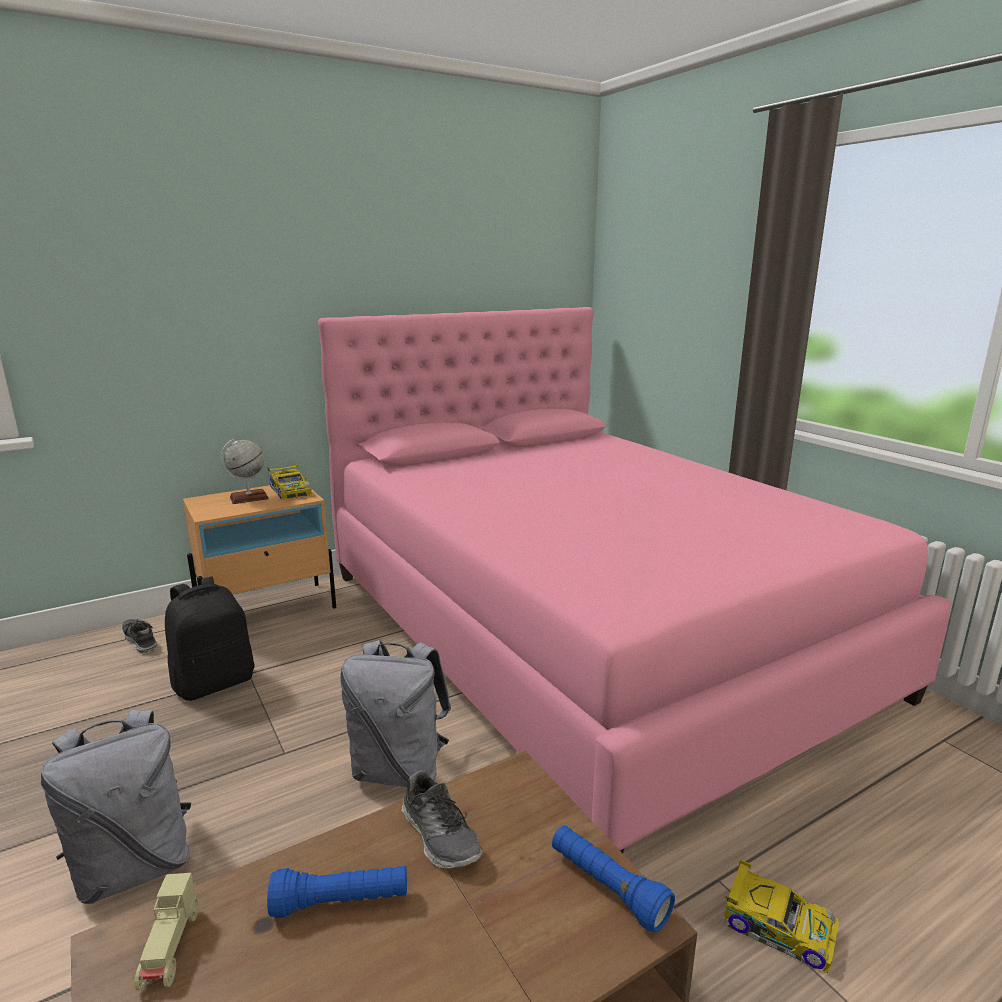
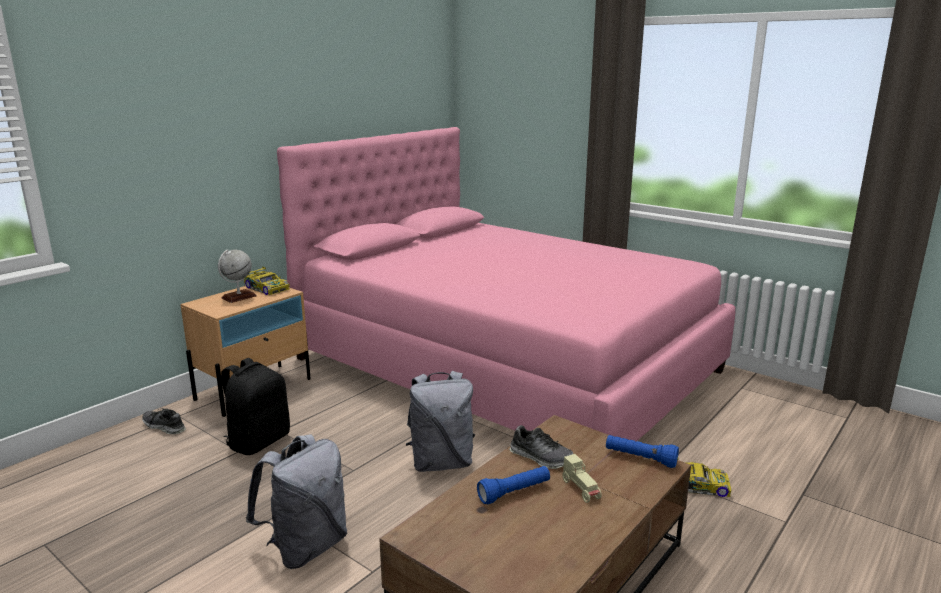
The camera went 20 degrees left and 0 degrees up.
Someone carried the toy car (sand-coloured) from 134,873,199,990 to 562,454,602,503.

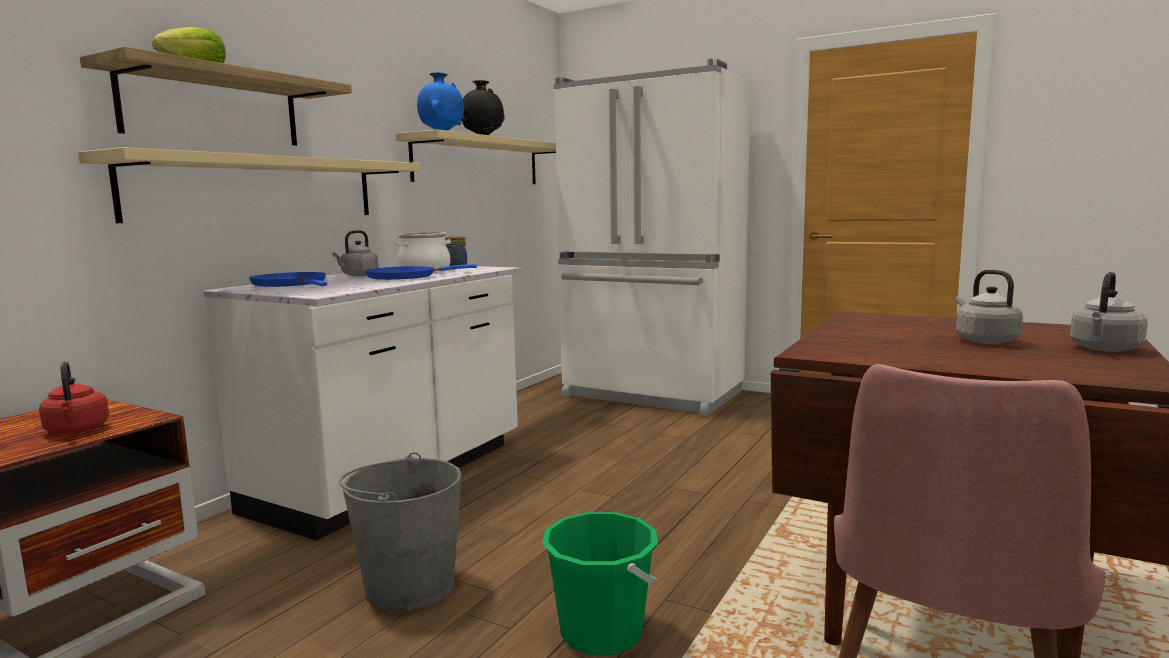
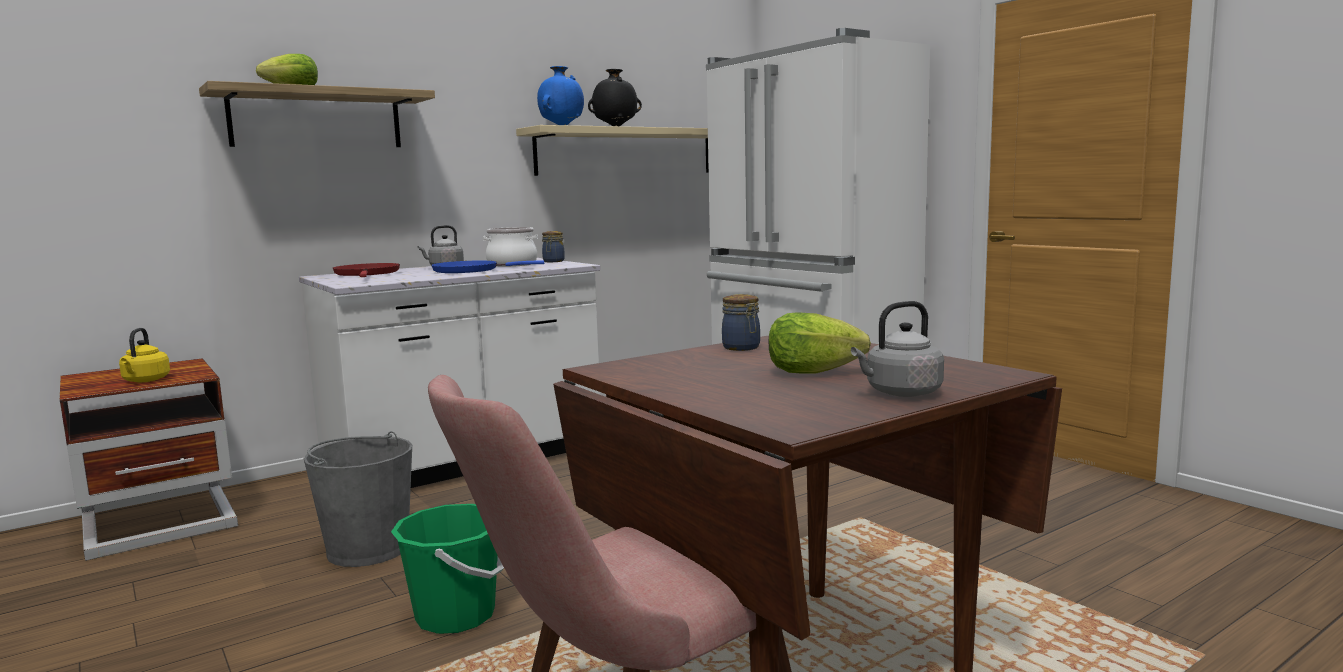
The camera went 25 degrees right and 0 degrees up.
Someone repainted the kettle (reddish) at 39,362,109,434, which became the kettle (yellow) at 119,328,170,382.
Someone took away the wall shelf (sand-coloured) at 78,147,421,223.
Someone repainted the skillet (blue-coloured) at 249,272,327,287, which became the skillet (reddish) at 333,263,400,277.
Someone swapped the kettle (gray) at 955,270,1023,344 for the lettuce at 769,312,871,373.
Someone put down the jar at 722,294,760,351.

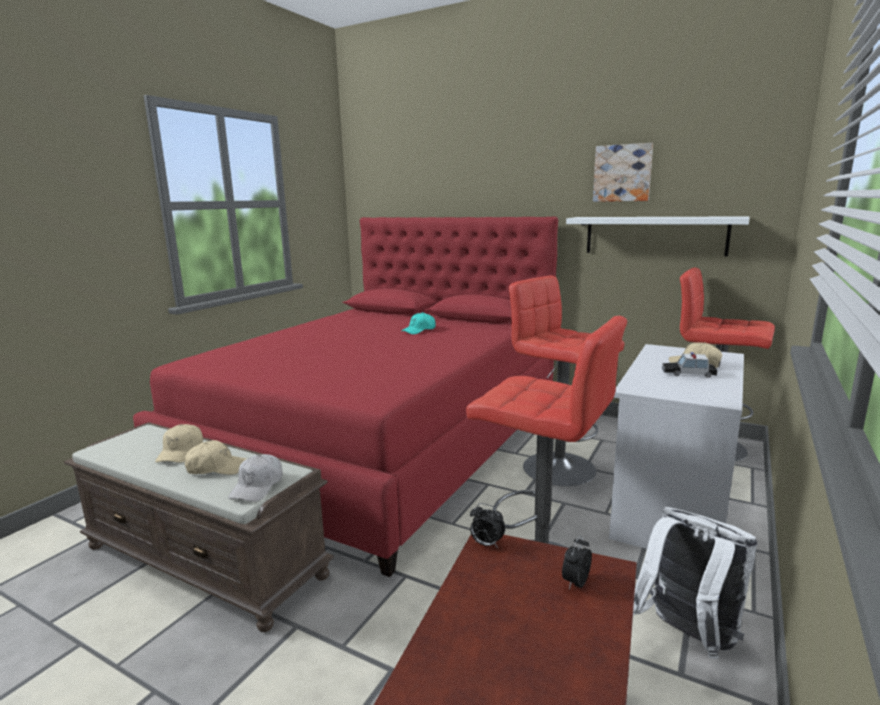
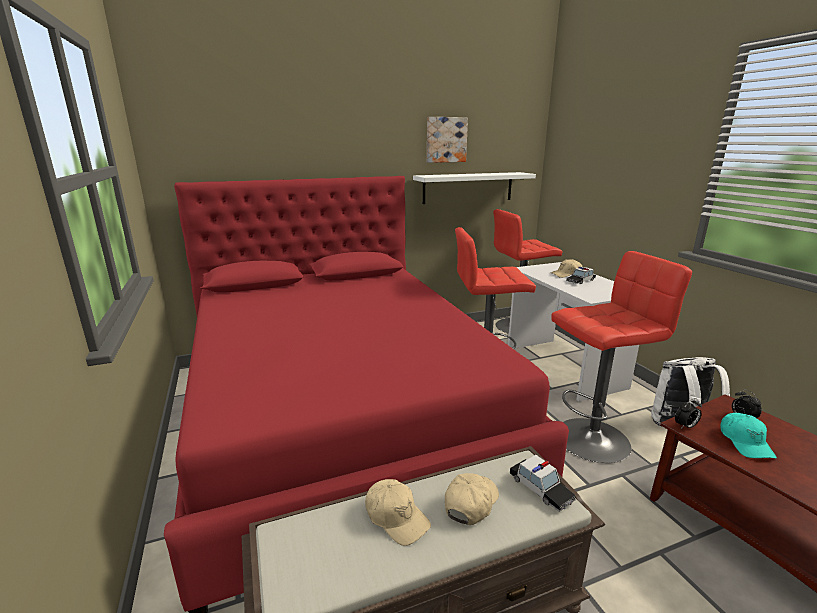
The camera went 50 degrees left and 5 degrees up.
Someone swapped the baseball cap (white) at 228,454,283,502 for the toy car at 510,455,576,512.
Someone carried the baseball cap (blue-green) from 401,312,436,334 to 720,413,777,459.

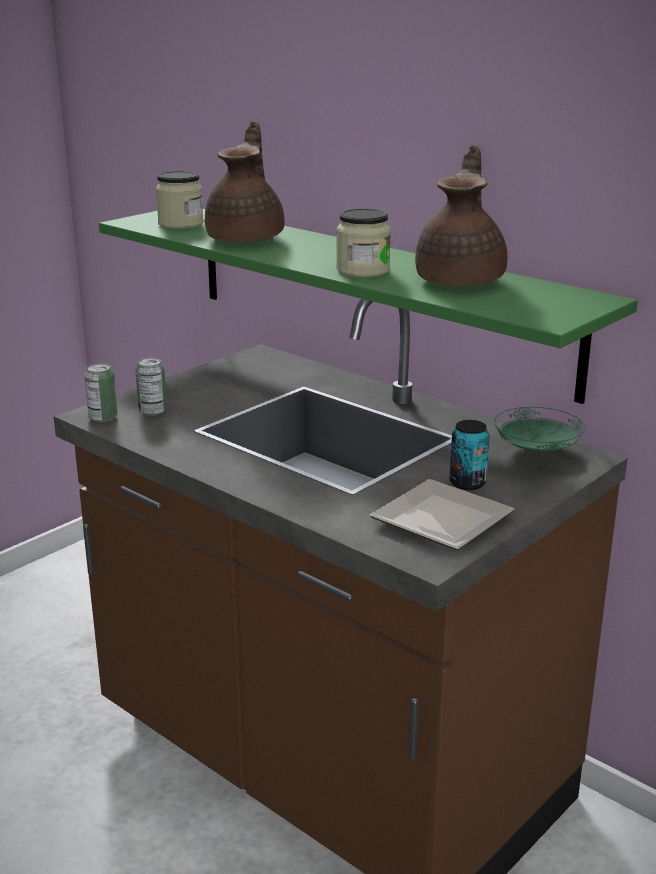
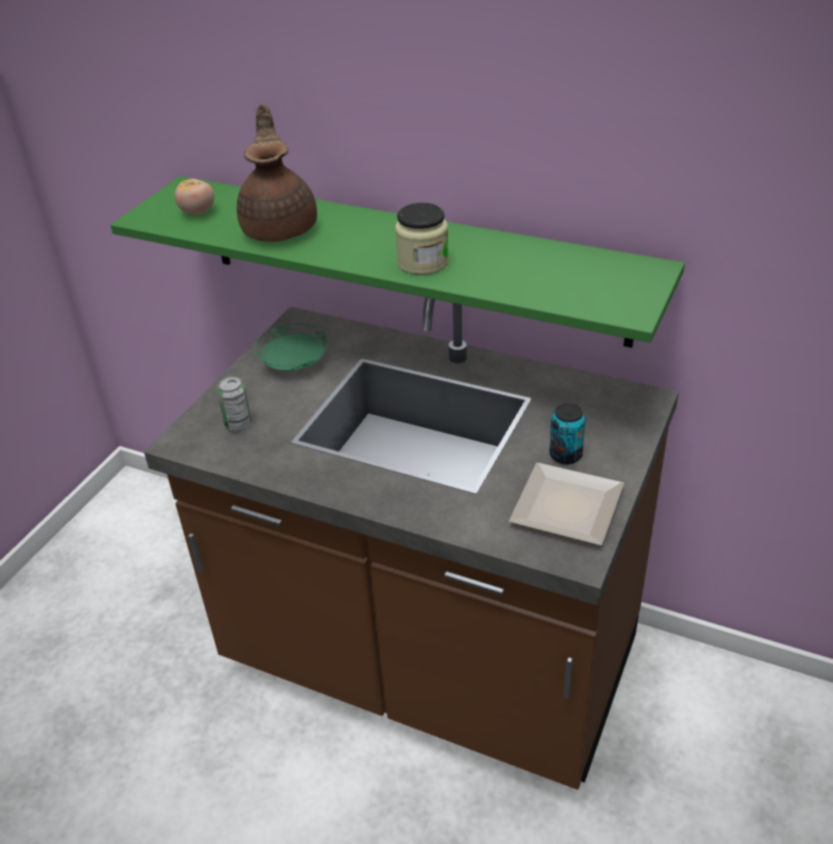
The camera went 15 degrees left and 15 degrees up.
Someone took away the sealed can at 84,363,117,422.
Someone swapped the jar at 156,171,204,229 for the whole tomato at 175,179,214,215.
Someone took away the teapot (brown) at 415,145,508,287.
Someone carried the dinner plate (green-coloured) from 494,407,585,452 to 254,324,329,371.

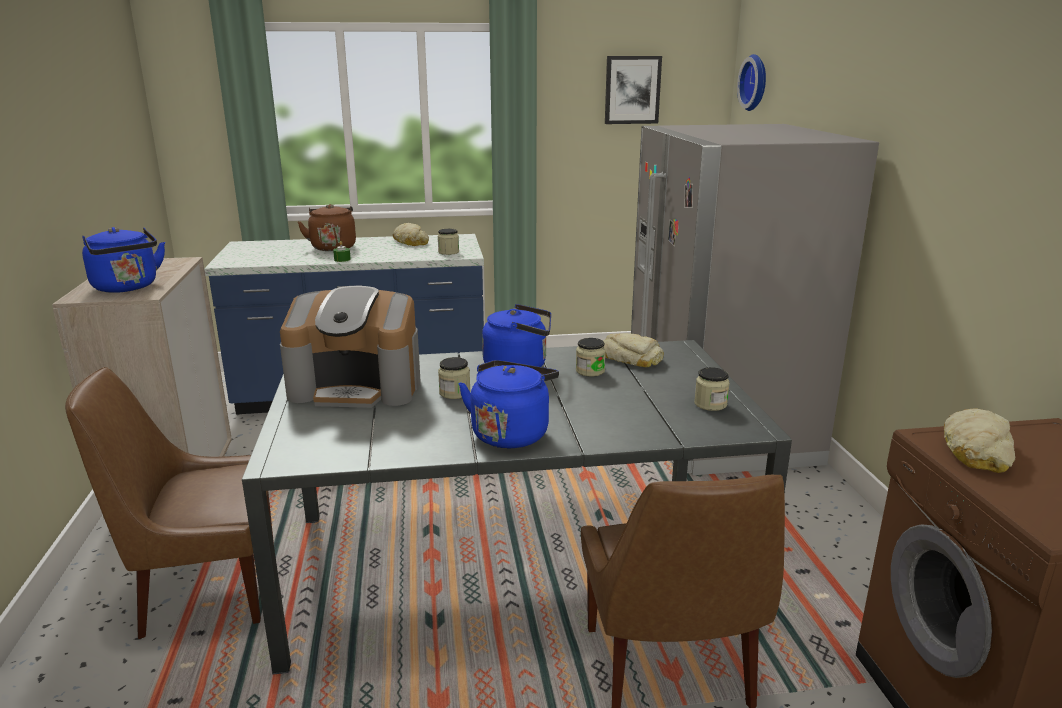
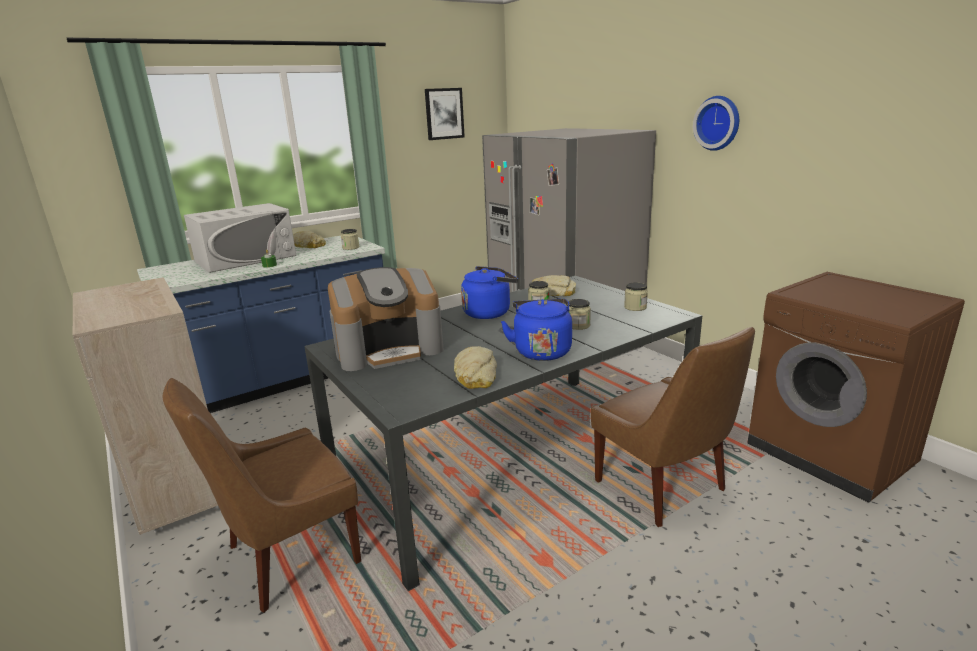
The camera went 25 degrees left and 0 degrees up.
Someone took away the kettle (blue-coloured) at 82,227,165,293.
Someone swapped the kettle (brown) at 297,204,356,251 for the kitchen microwave (white) at 184,203,296,273.
Someone carried the jar from 438,357,471,399 to 568,299,591,330.
Someone carried the hanging clock from 737,54,766,111 to 693,96,739,151.
Someone carried the bakery bread from 944,409,1015,473 to 454,346,497,389.

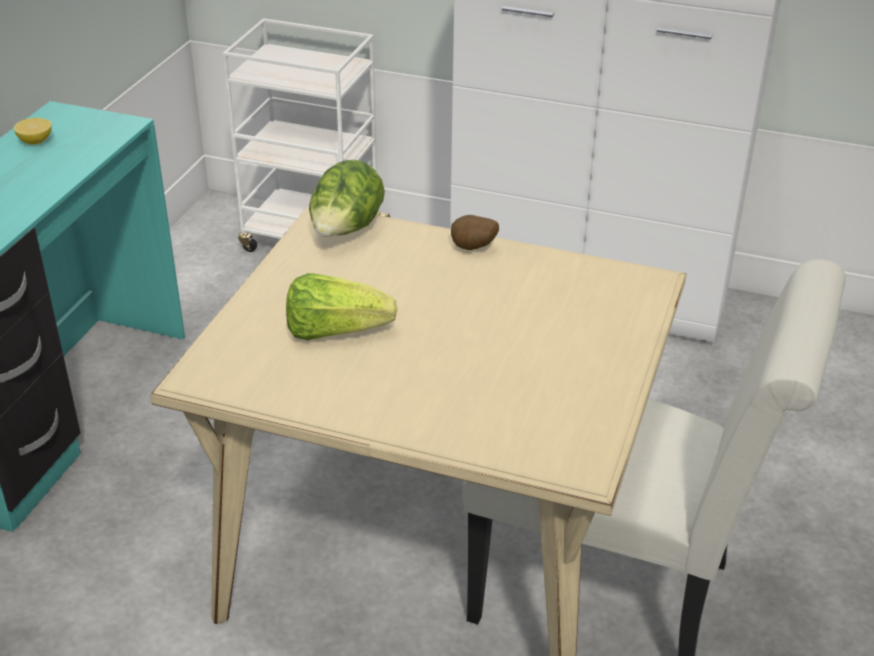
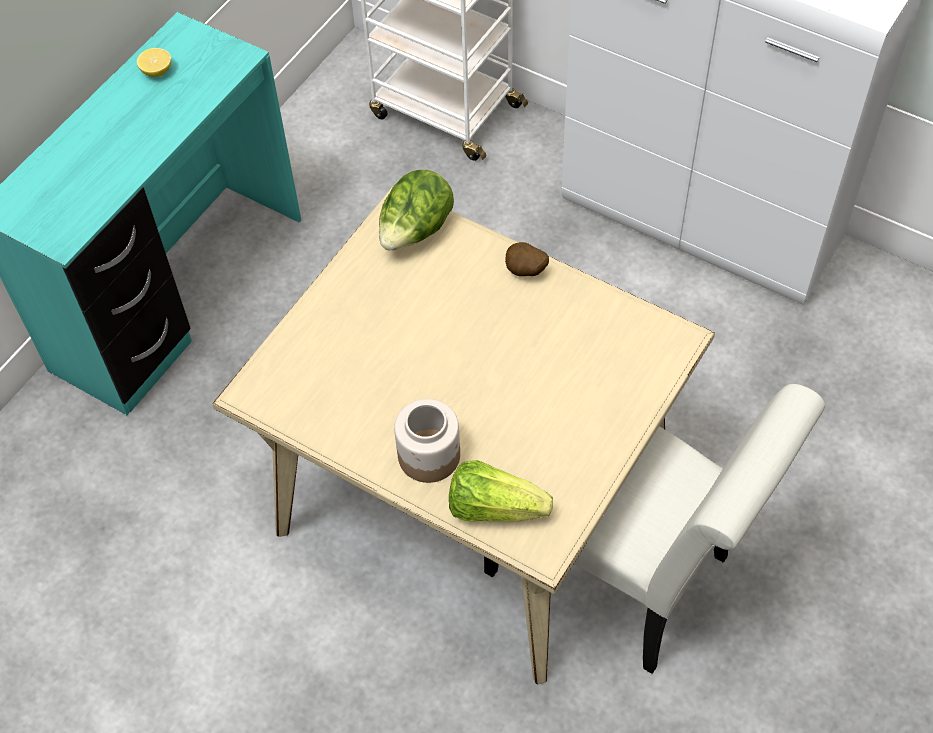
The camera went 15 degrees right and 20 degrees up.
Someone carried the lettuce from 286,273,397,340 to 449,460,553,522.
Someone put down the jar at 394,399,460,483.

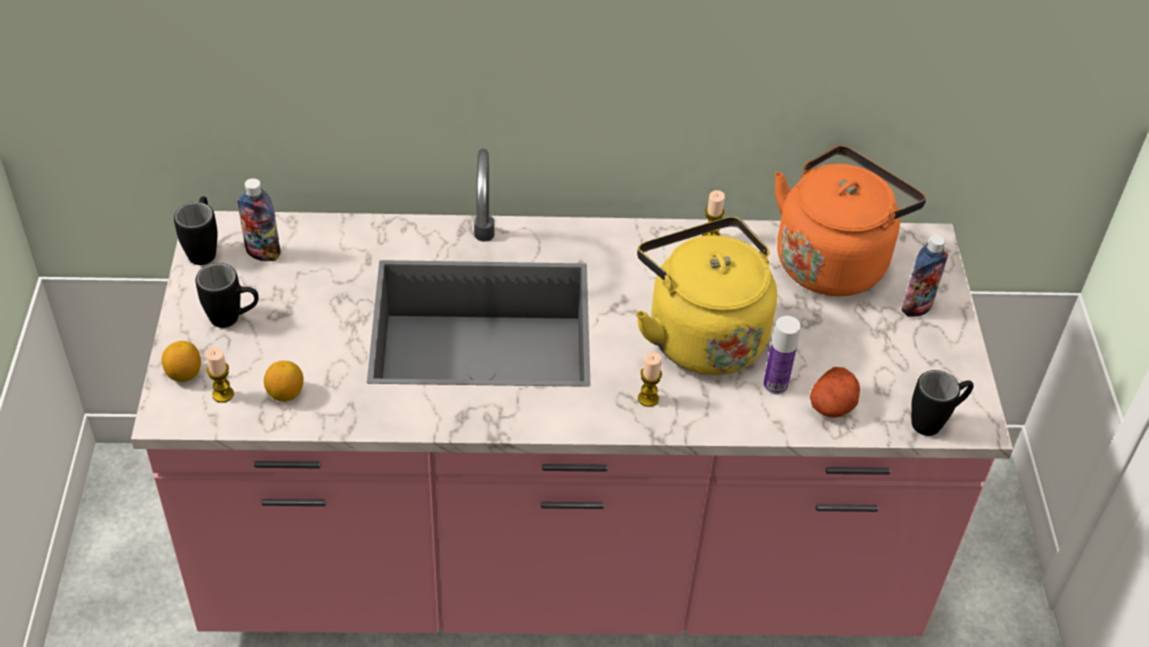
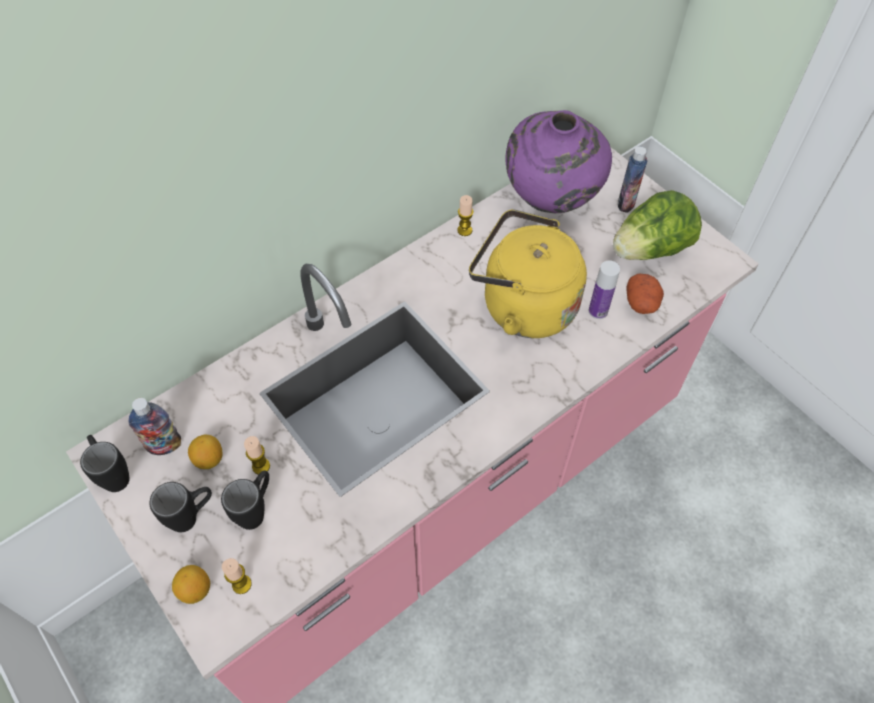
The camera went 35 degrees left and 10 degrees up.
Someone carried the whole lemon from 264,361,303,402 to 188,435,222,469.
Someone carried the candle from 638,352,662,407 to 244,436,270,475.
Someone swapped the kettle (orange) at 775,145,926,296 for the flower vase (purple) at 506,110,612,213.
Someone carried the coffee mug (black) from 911,370,974,436 to 221,470,269,530.
Someone put down the lettuce at 613,190,702,260.

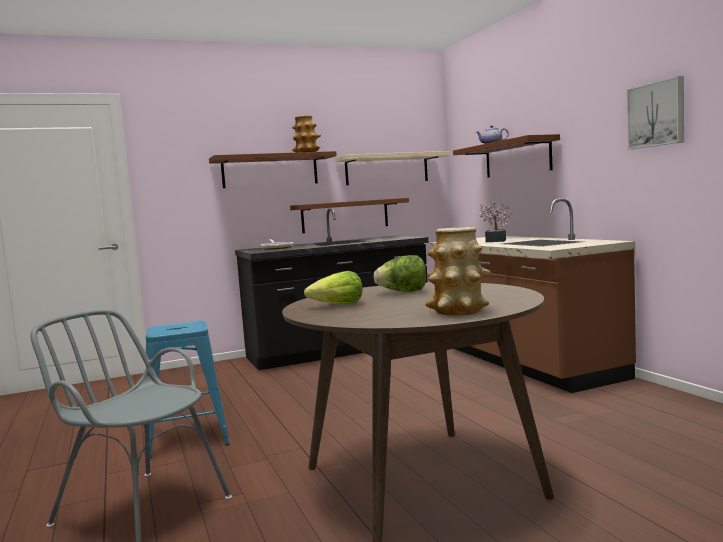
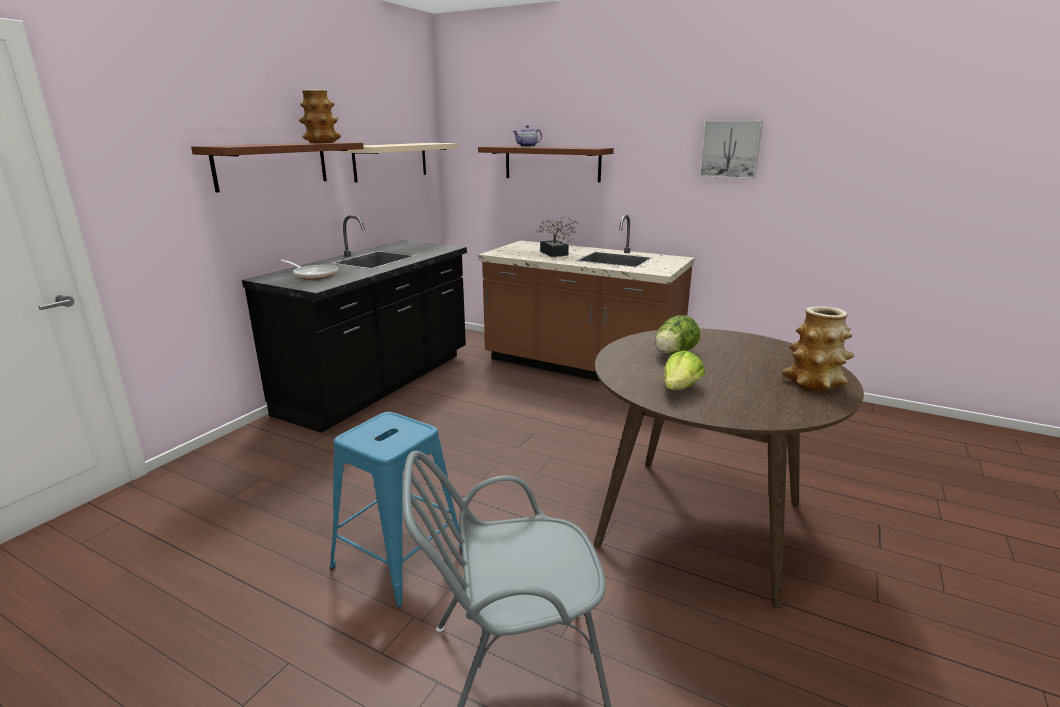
The camera went 40 degrees left and 15 degrees up.
Someone took away the wall shelf (brown) at 290,198,409,233.

